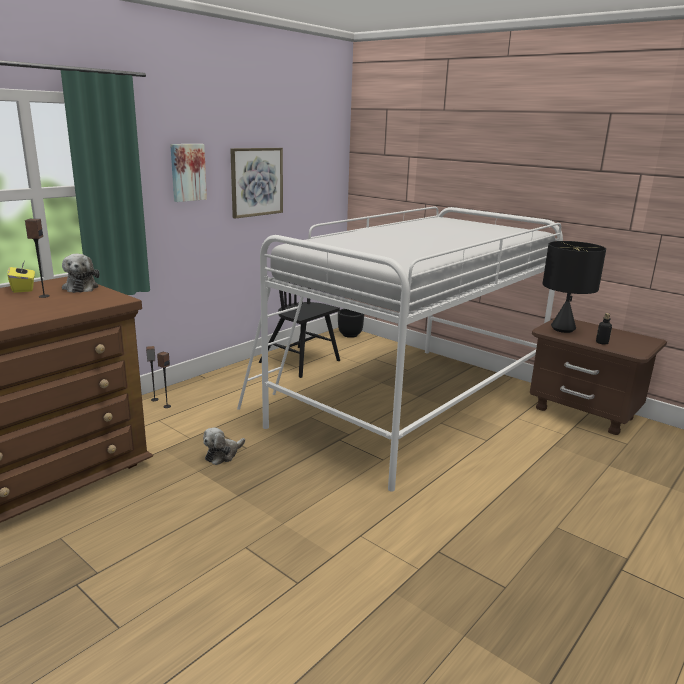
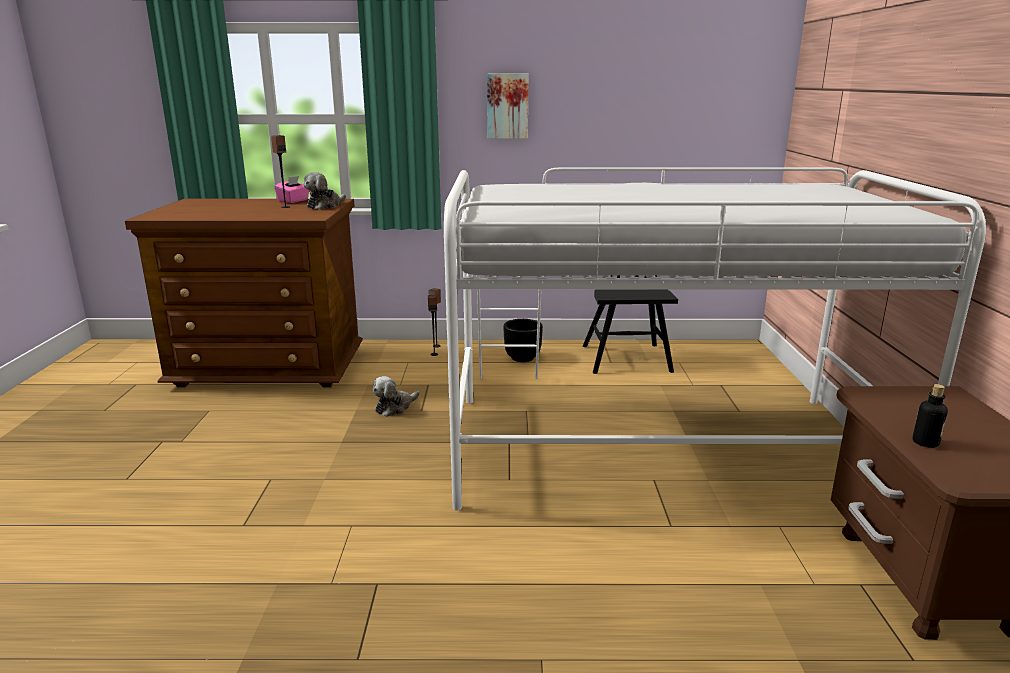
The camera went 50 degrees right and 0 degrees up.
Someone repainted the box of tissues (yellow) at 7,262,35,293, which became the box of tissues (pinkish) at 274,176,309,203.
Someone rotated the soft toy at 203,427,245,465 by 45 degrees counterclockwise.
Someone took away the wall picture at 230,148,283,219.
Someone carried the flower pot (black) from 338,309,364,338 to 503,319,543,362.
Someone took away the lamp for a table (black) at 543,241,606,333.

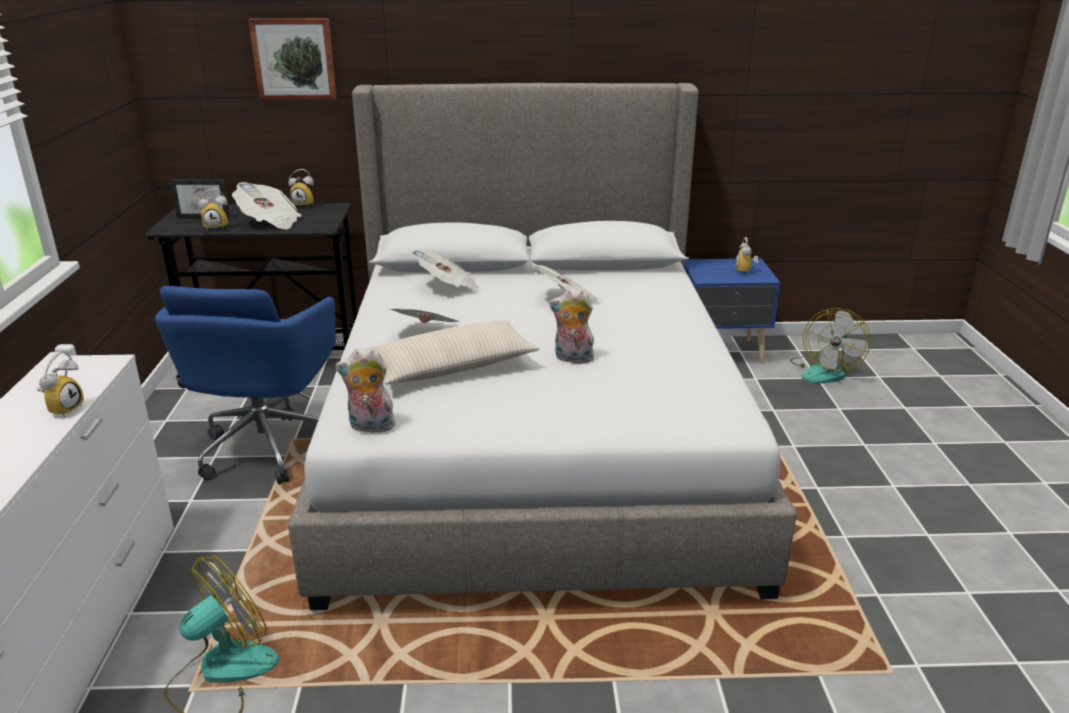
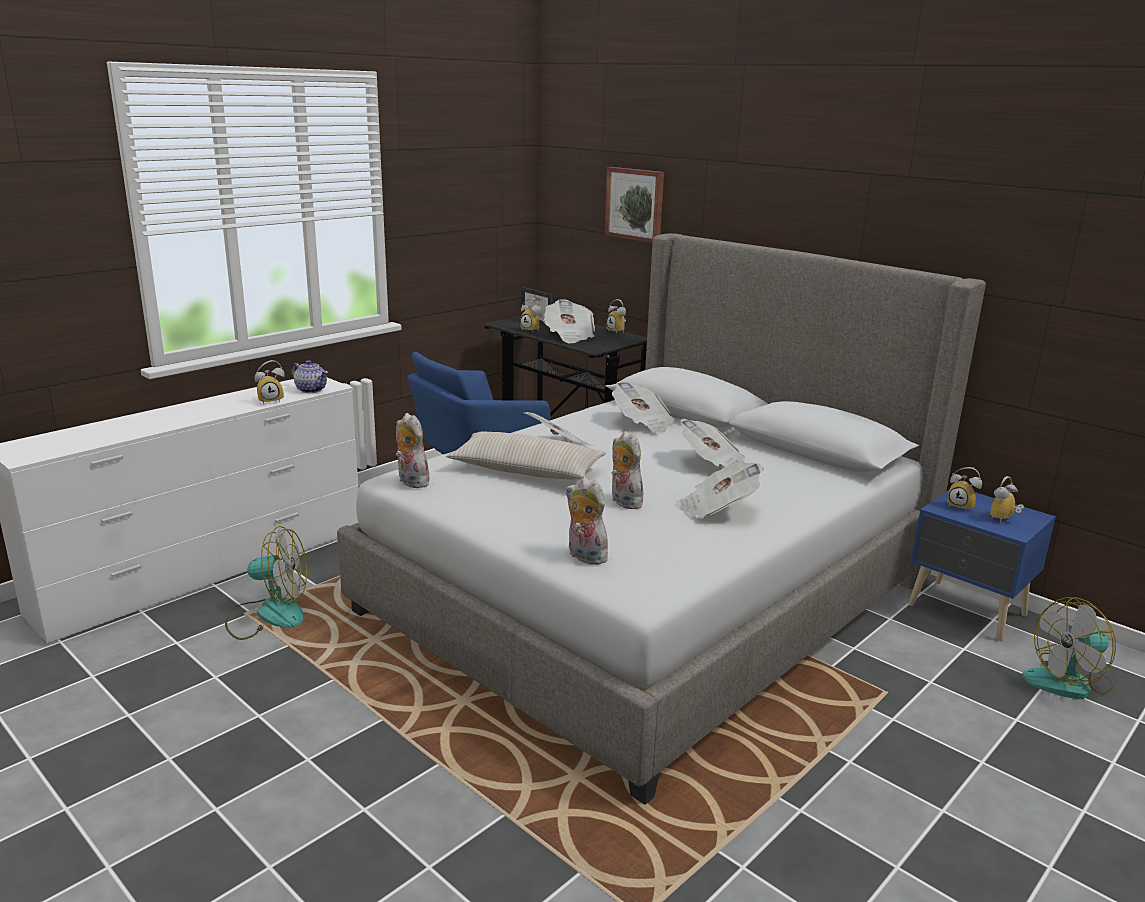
The camera went 45 degrees right and 5 degrees down.
Someone put down the teapot at 291,360,328,393.
Someone put down the soft toy at 565,477,608,565.
Someone put down the newspaper at 675,462,764,519.
Someone put down the bedside clock at 947,467,982,512.

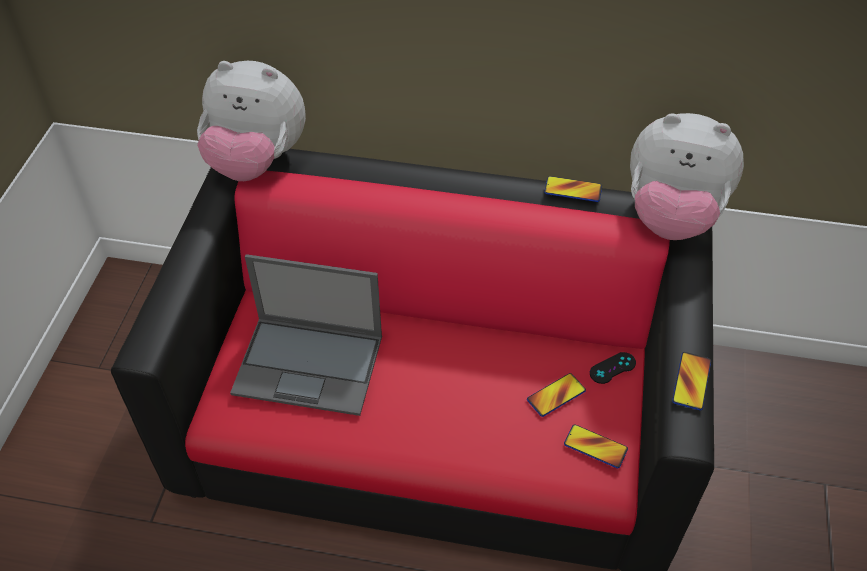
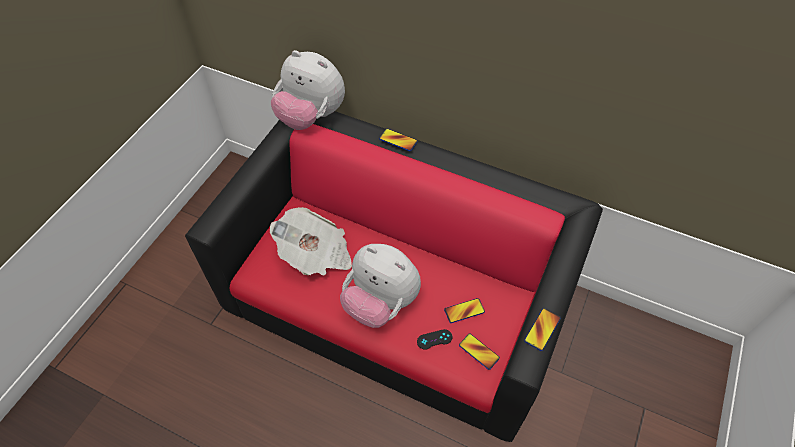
The camera went 15 degrees right and 5 degrees up.
Someone swapped the notebook computer at 230,254,382,416 for the newspaper at 270,207,352,275.
Someone carried the telephone from 544,176,602,202 to 379,129,418,151.
Someone carried the joypad (black) from 590,352,636,384 to 417,329,453,350.
Someone carried the soft toy from 630,113,744,240 to 340,244,421,328.

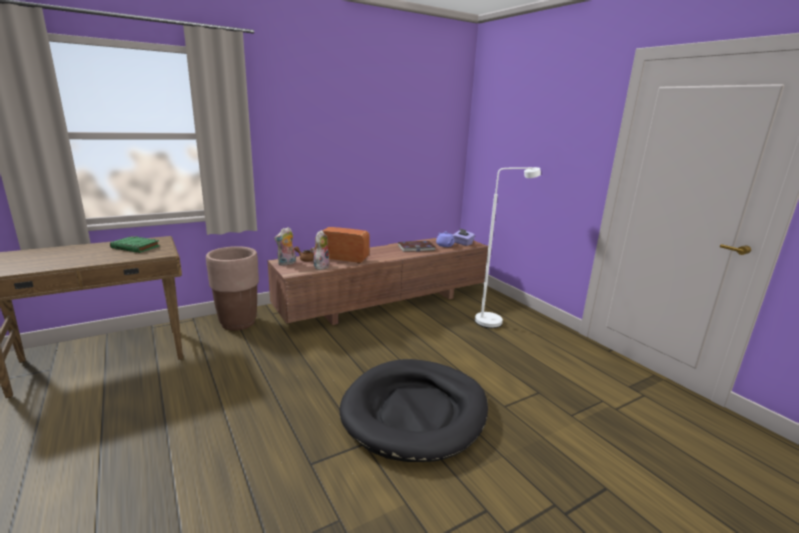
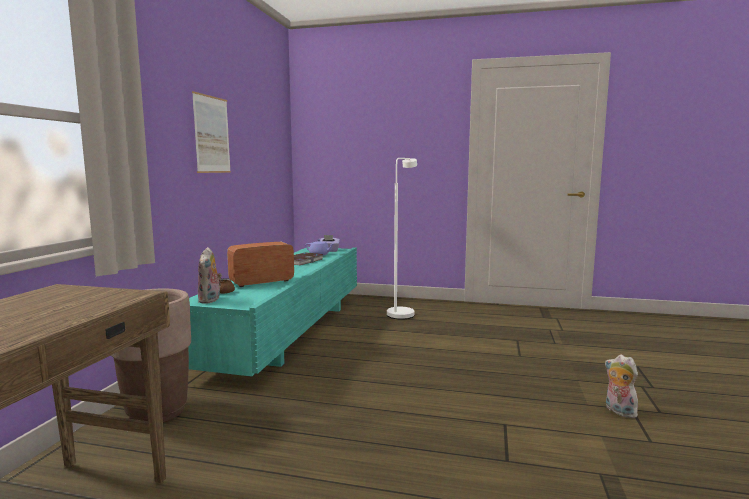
The camera went 45 degrees left and 10 degrees down.
Someone took away the volume (green-coloured) at 110,236,160,253.
Someone repainted the media console (brown) at 268,238,492,325, which became the media console (blue-green) at 189,247,357,377.
Someone carried the soft toy from 312,230,329,270 to 605,354,638,418.
Someone took away the pet bed (black) at 339,359,488,462.
Someone put up the wall picture at 192,91,231,173.

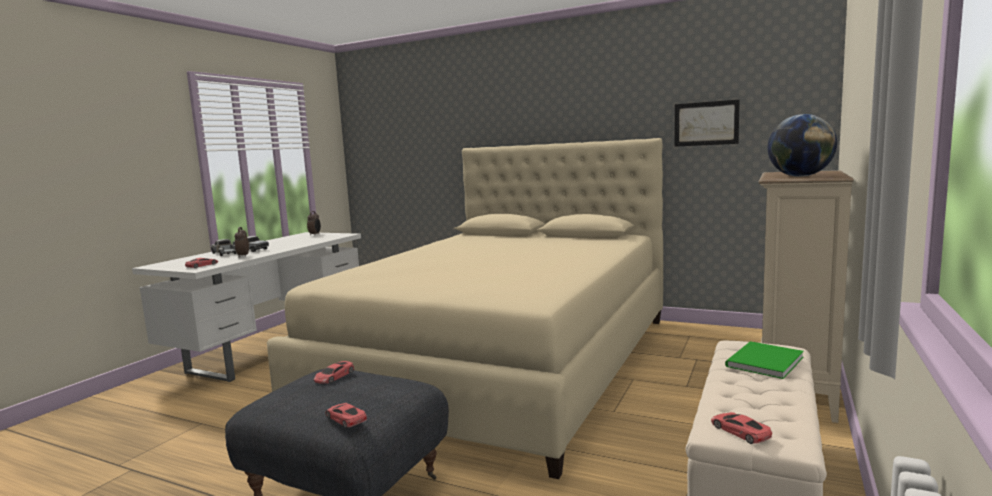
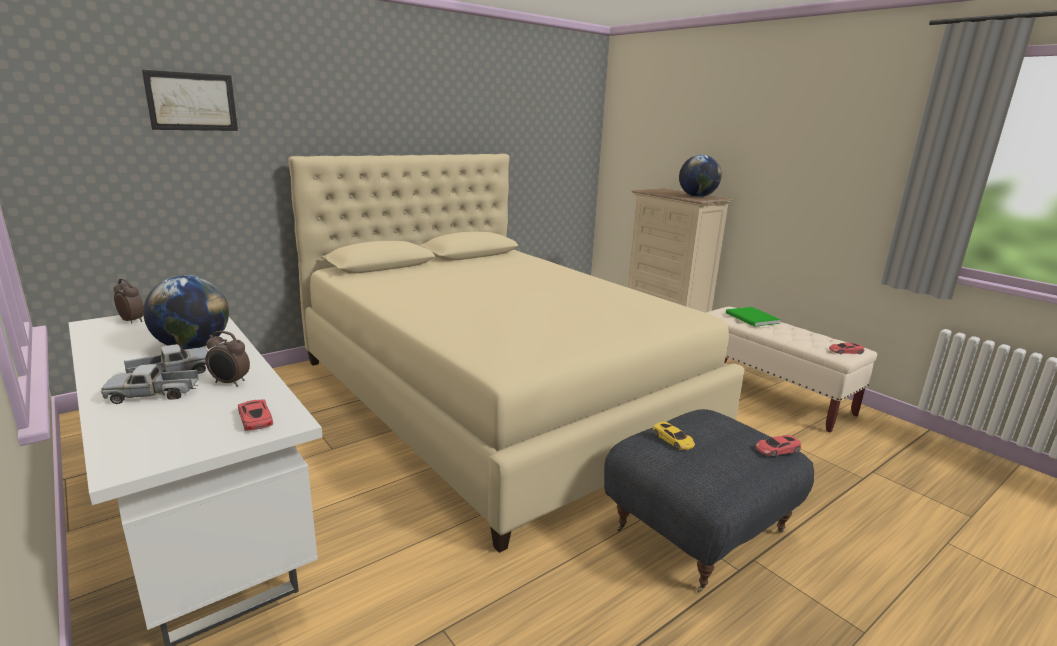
The camera went 65 degrees left and 10 degrees up.
Someone repainted the toy car (reddish) at 314,361,354,384, which became the toy car (yellow) at 653,422,695,450.
Someone carried the wall picture from 675,100,740,147 to 142,70,238,131.
Someone put down the desk globe at 143,275,229,349.

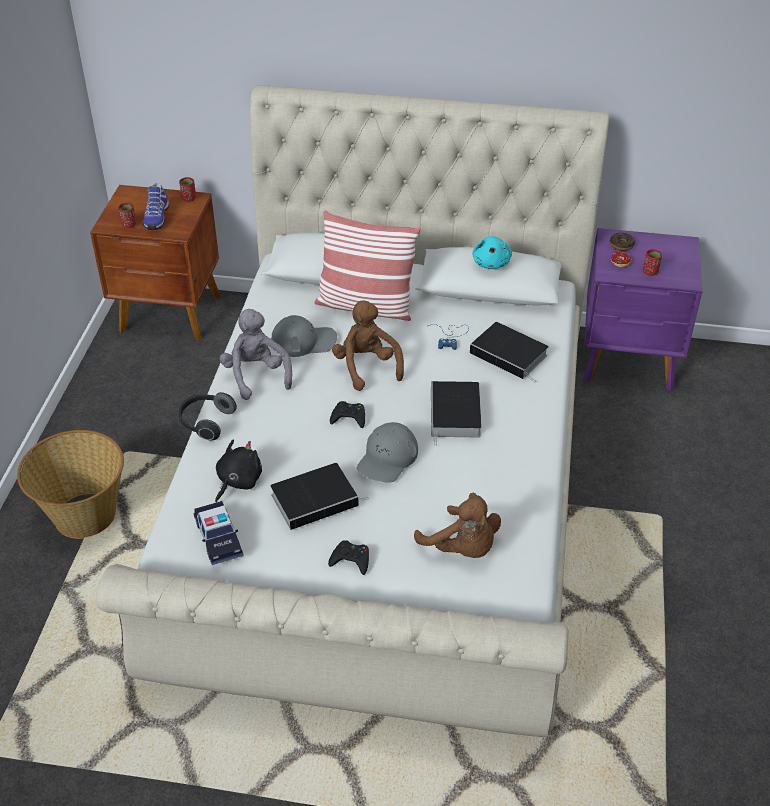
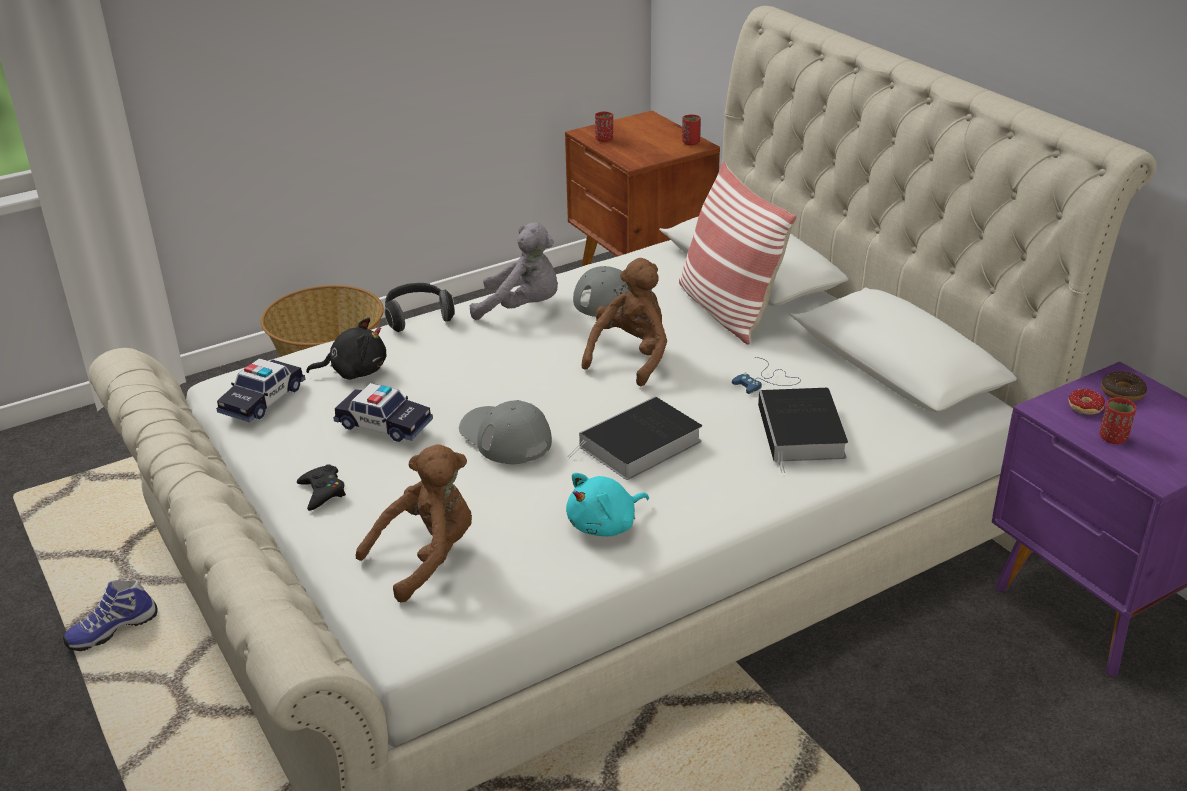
The camera went 50 degrees right and 10 degrees down.
Someone carried the low shoe from 143,183,169,230 to 63,580,158,651.
Someone rotated the soft toy (gray) at 220,309,292,400 by 75 degrees clockwise.
Someone swapped the volume at 270,463,370,530 for the toy car at 333,383,433,442.
Someone took away the joypad (black) at 330,401,365,428.
Someone rotated the baseball cap (gray) at 357,422,418,483 by 60 degrees clockwise.
Someone rotated the soft toy (brown) at 414,493,501,558 by 135 degrees counterclockwise.
Someone carried the soft toy (blue-green) from 472,236,512,269 to 566,473,649,536.

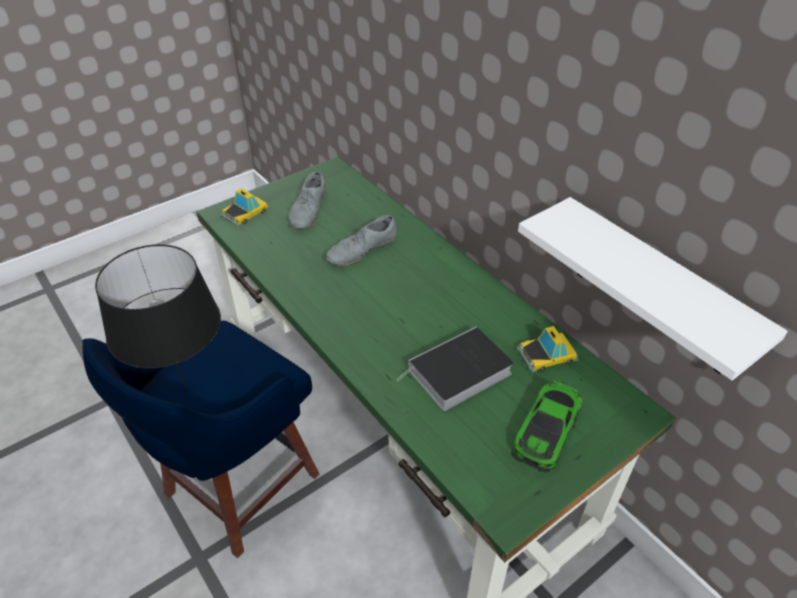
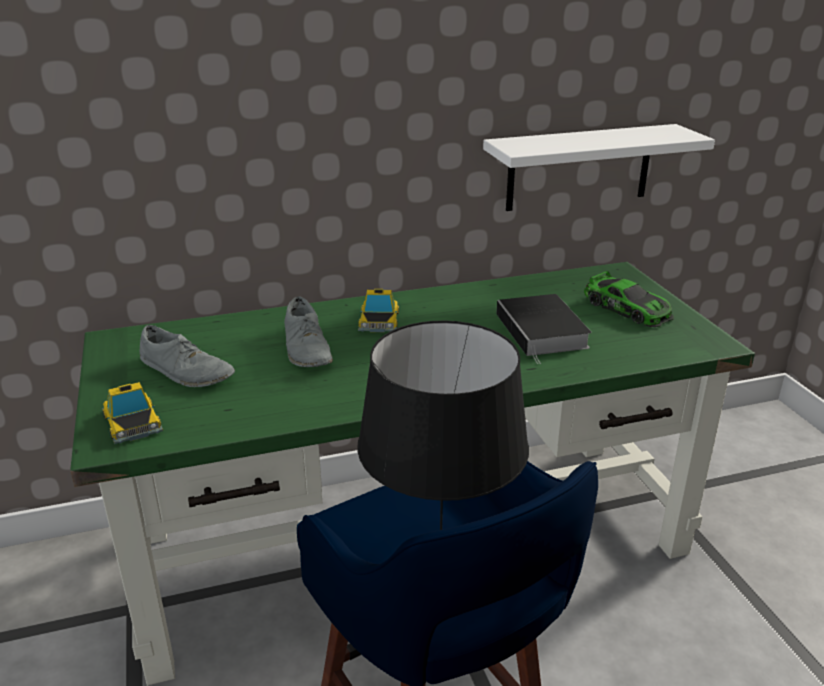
The camera went 70 degrees left and 15 degrees down.
Someone carried the toy car from 517,326,579,373 to 358,289,399,332.

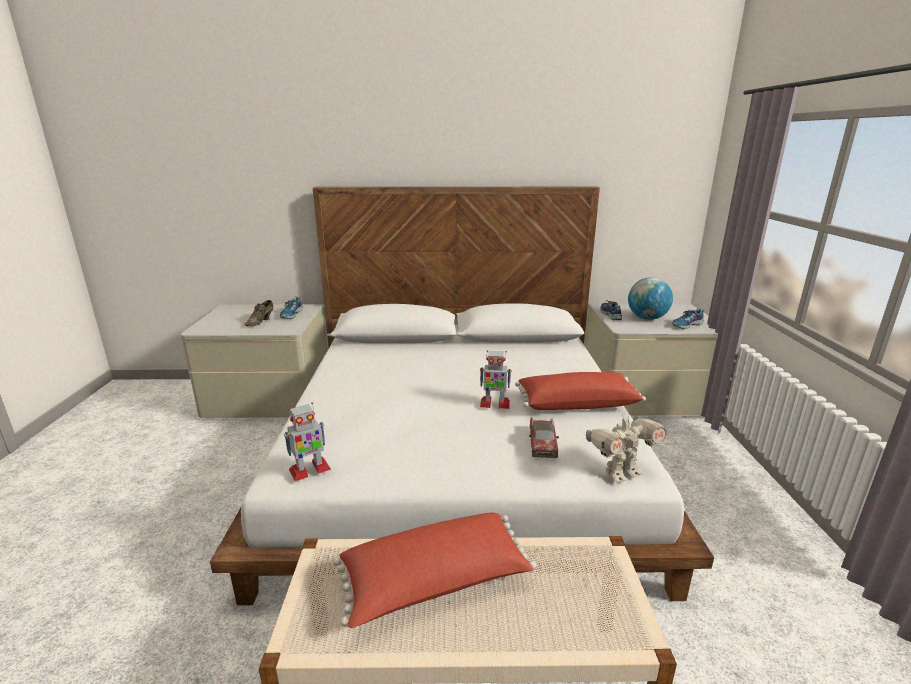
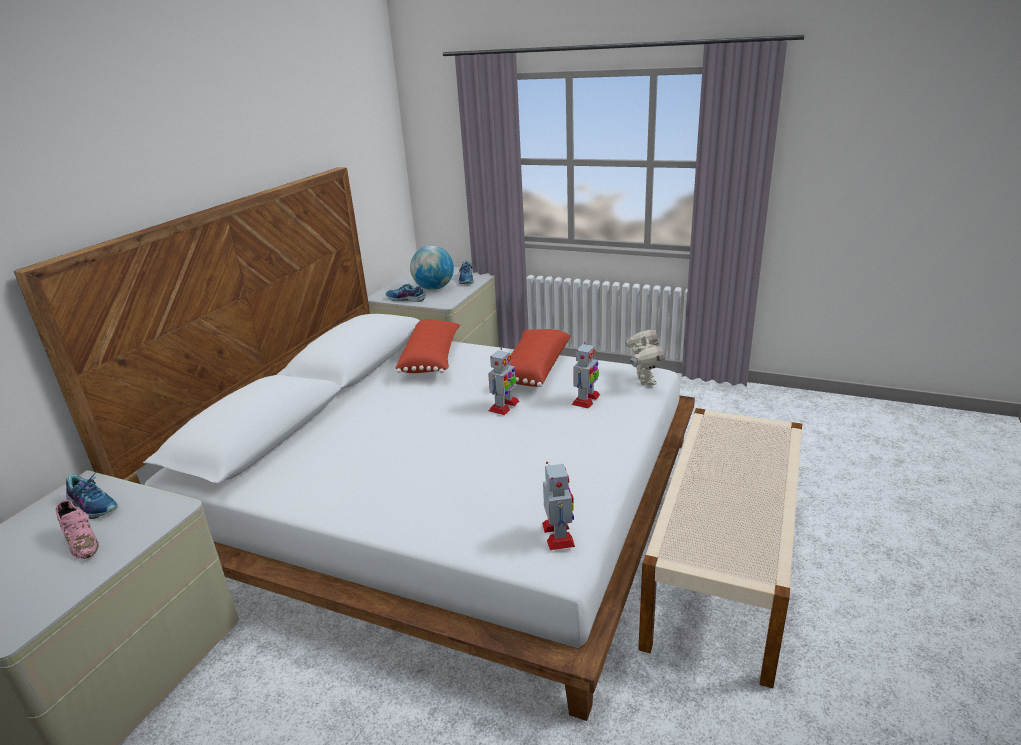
The camera went 65 degrees left and 5 degrees up.
Someone repainted the low shoe (brown) at 244,300,274,326, which became the low shoe (pinkish) at 56,500,99,559.
Someone carried the cushion (reddish) from 333,513,536,628 to 396,320,460,373.
Someone swapped the toy car at 529,417,559,458 for the toy robot at 572,342,600,409.

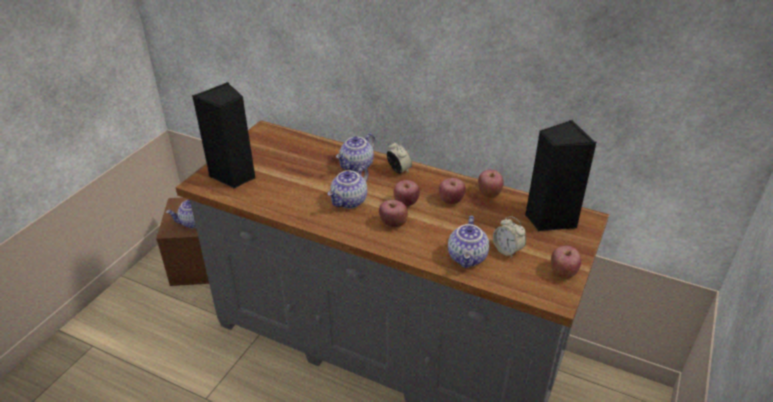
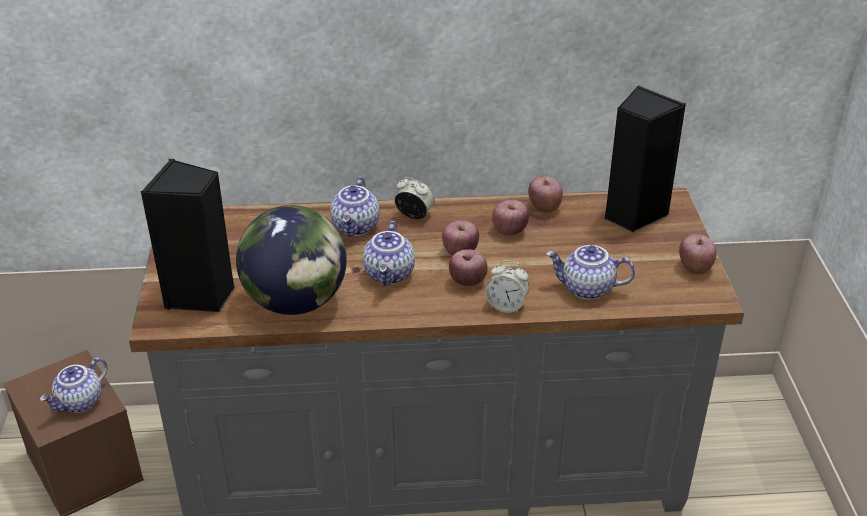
The camera went 30 degrees left and 0 degrees up.
Someone rotated the teapot at 448,216,489,268 by 120 degrees clockwise.
Someone carried the bedside clock from 493,216,526,258 to 485,260,529,314.
Someone put down the desk globe at 236,205,347,315.

